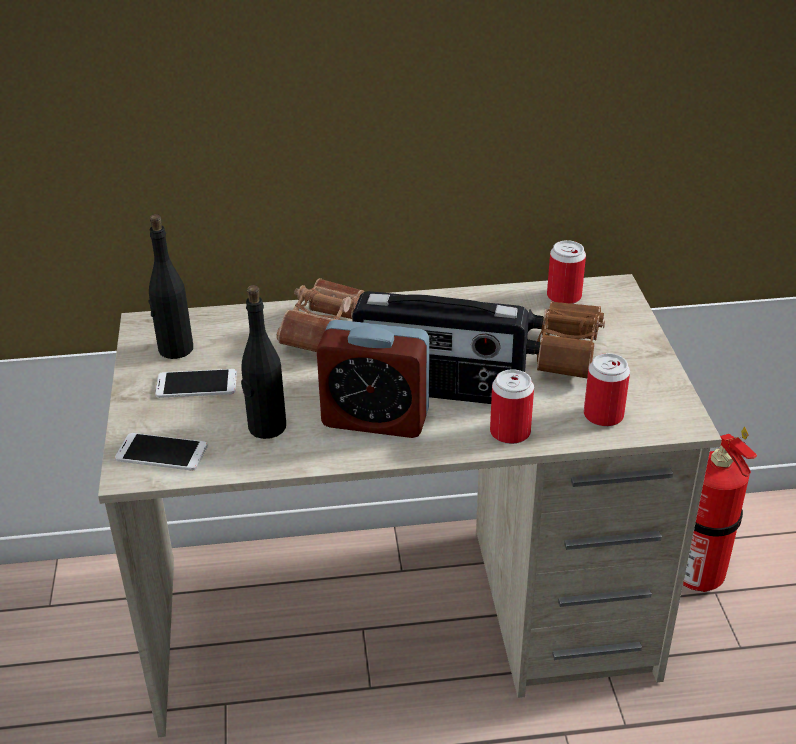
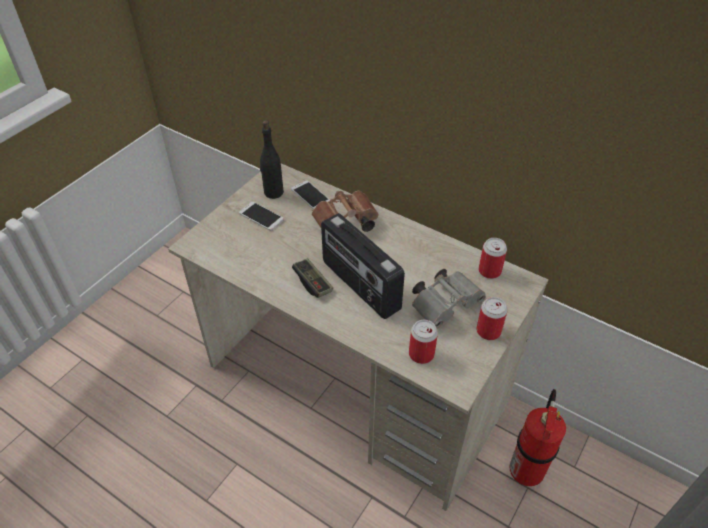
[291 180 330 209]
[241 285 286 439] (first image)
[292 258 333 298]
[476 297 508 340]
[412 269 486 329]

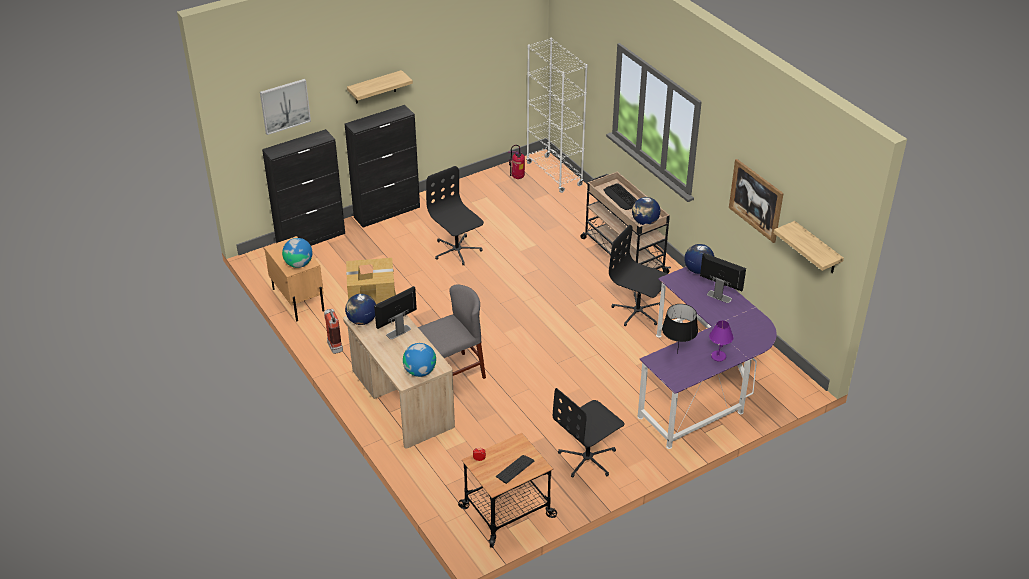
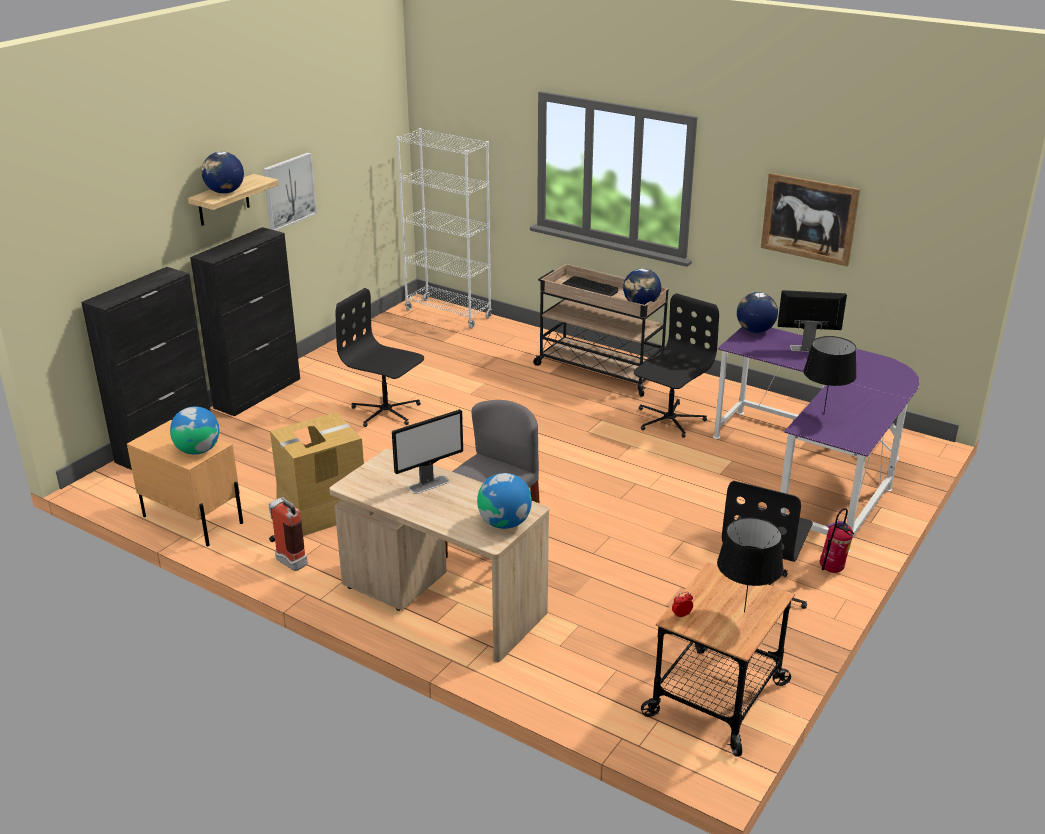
[263 153 317 231]
[201 152 244 194]
[392 409 463 494]
[717 517 783 612]
[820 508 854 573]
[634 293 719 438]
[709 320 733 362] (first image)
[774 221 844 273] (first image)

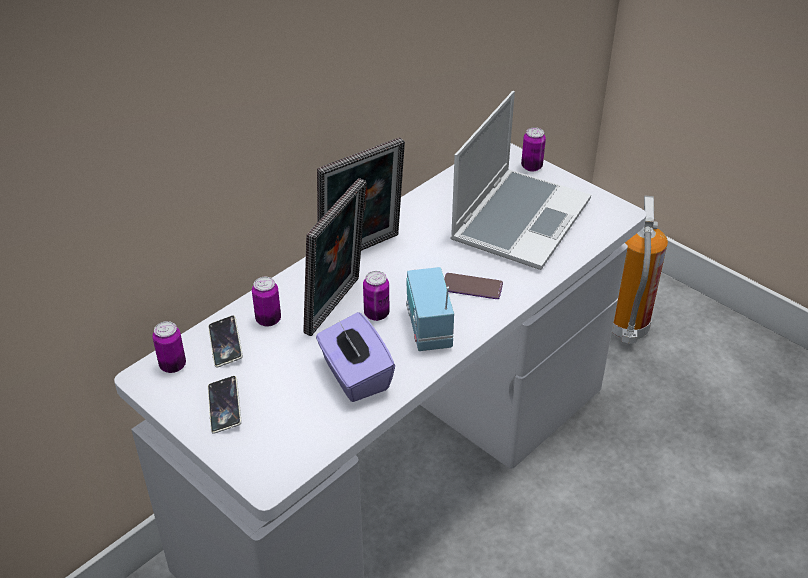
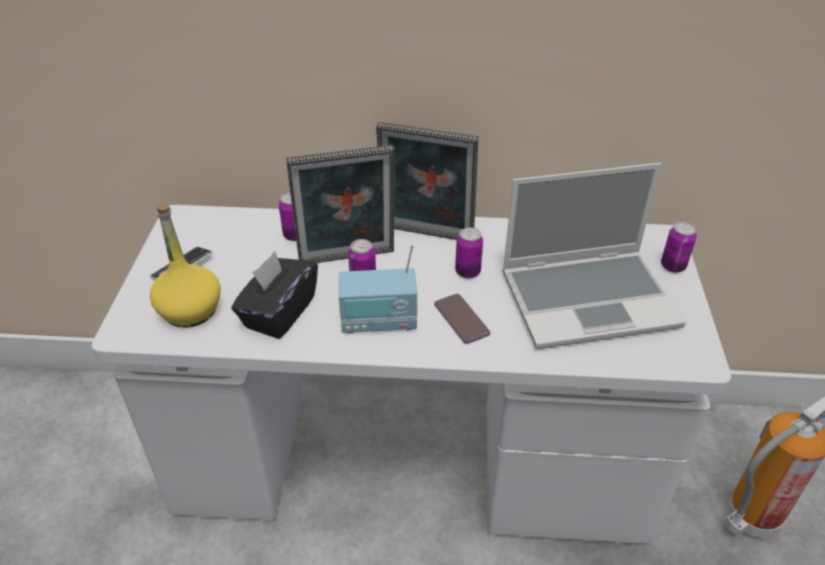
[455 227 483 279]
[208 315 243 368] (first image)
[231 251 318 339]
[339 245 417 334]
[150 203 221 328]

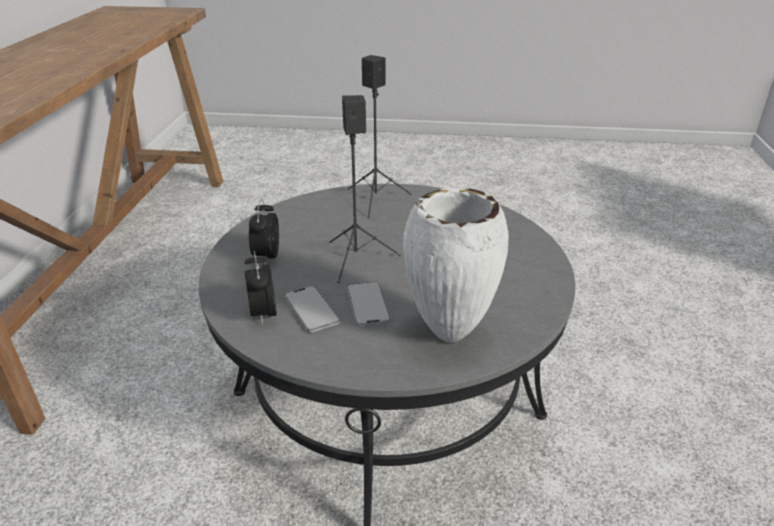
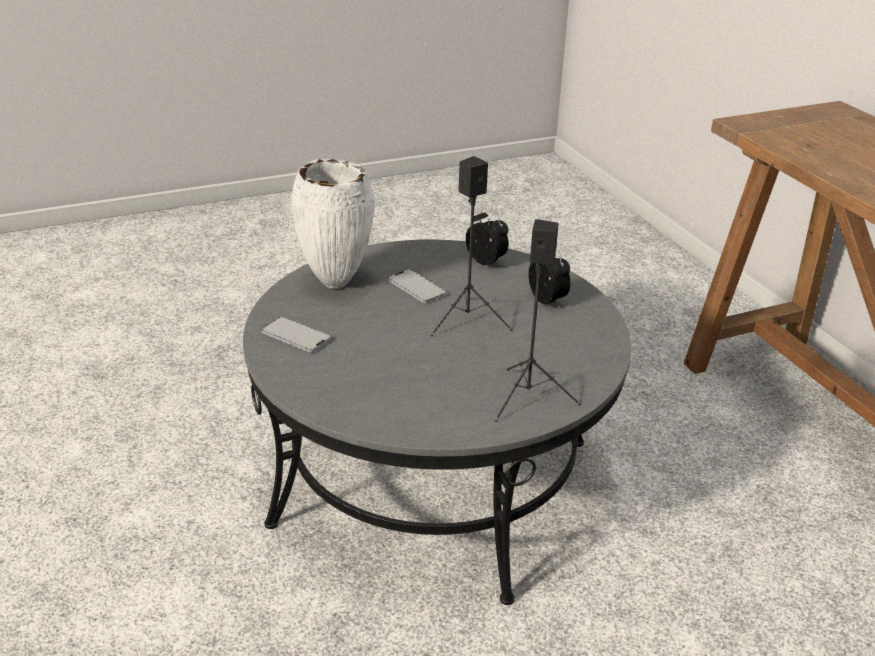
[261 317 331 353]

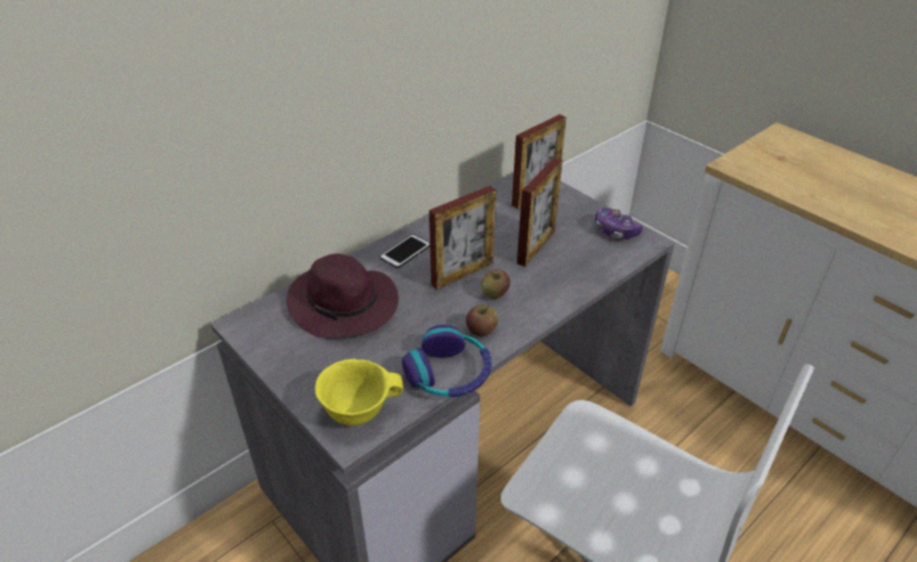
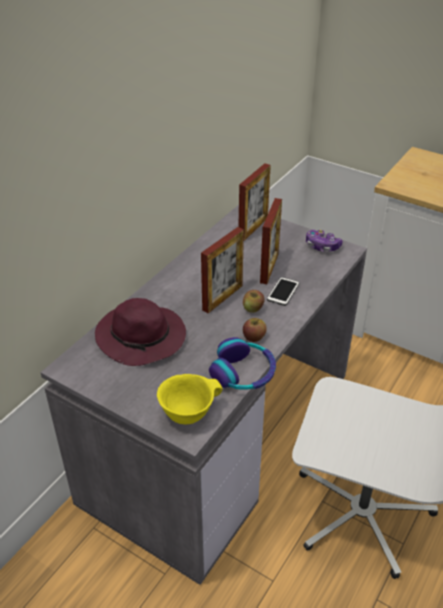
[267 277 300 306]

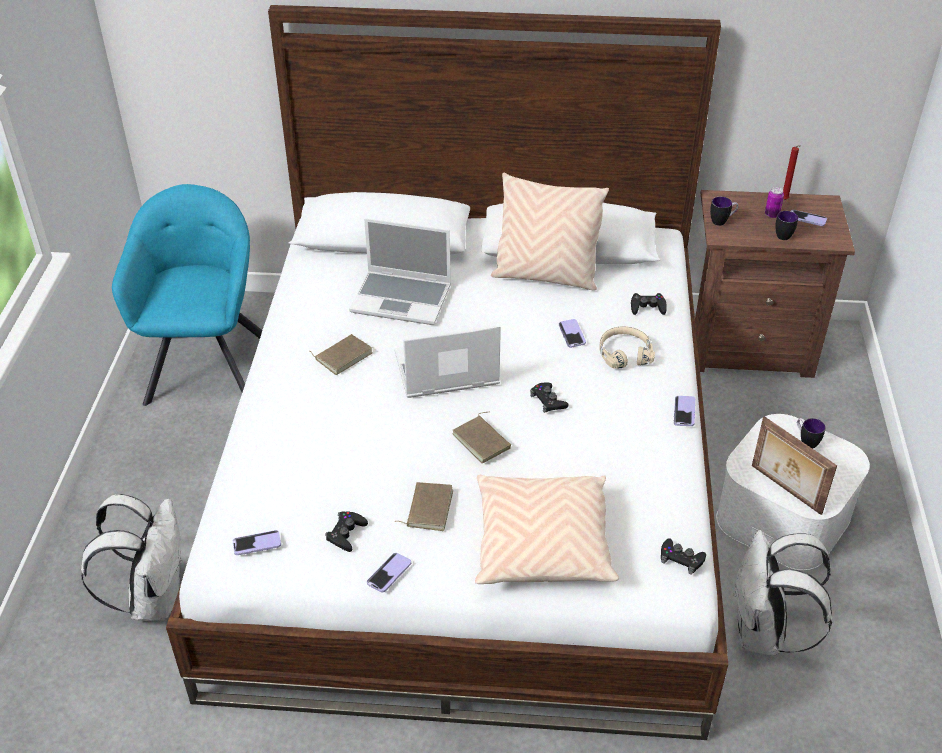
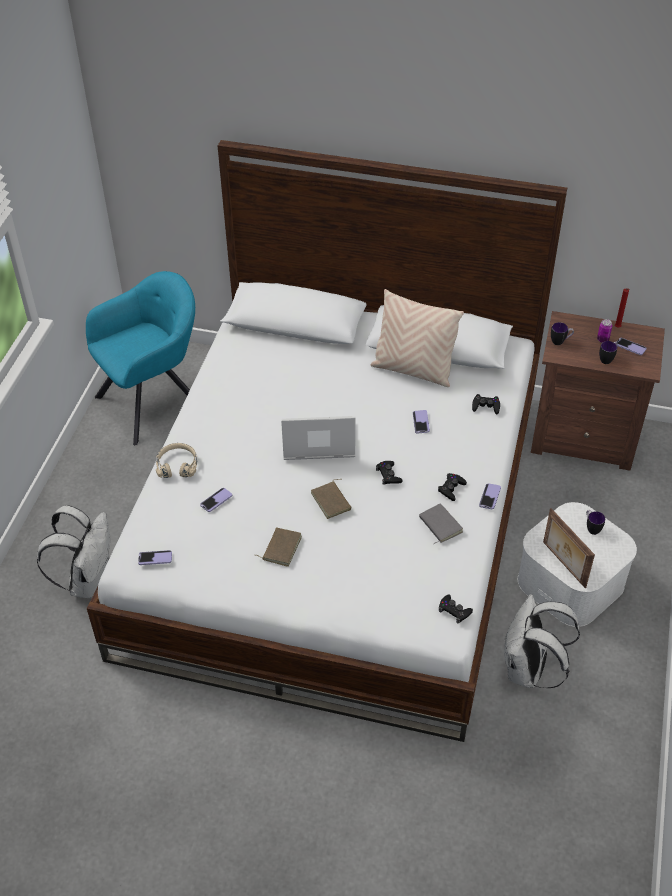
[86 271 195 445]
[310 334 372 375] (first image)
[438 473 467 501]
[349 218 451 325] (first image)
[200 488 232 512]
[475 475 619 584] (first image)
[156 443 197 478]
[419 503 463 545]

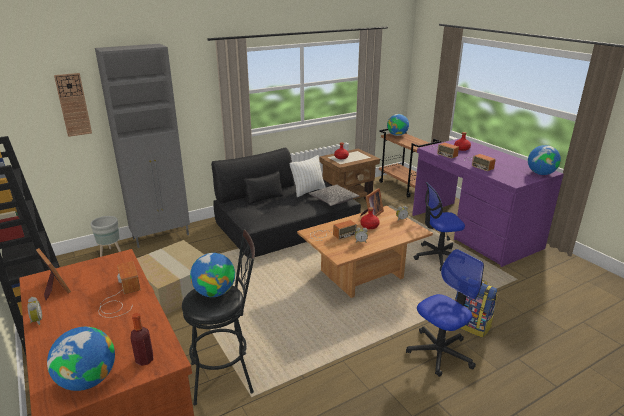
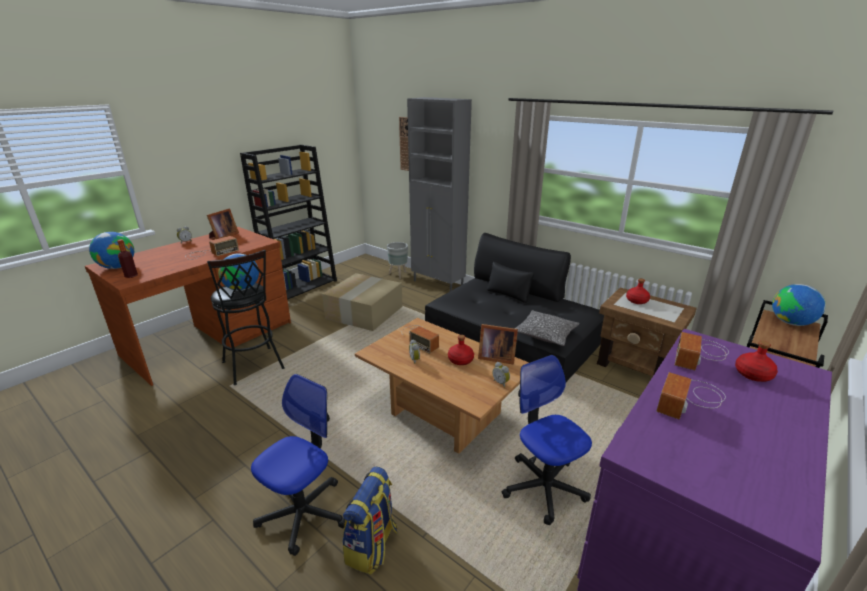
[290 155 326 197] (first image)
[251 374 345 556]
[528 145 561 175] (first image)

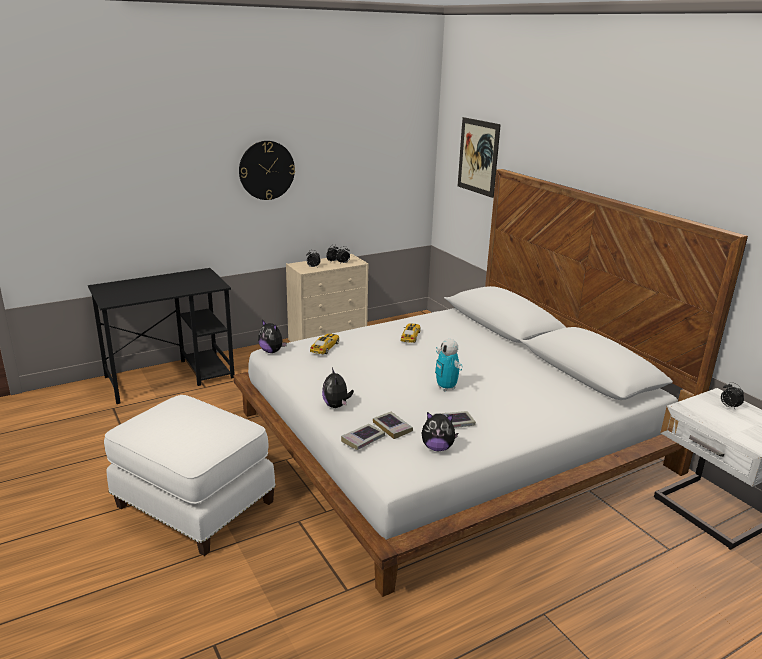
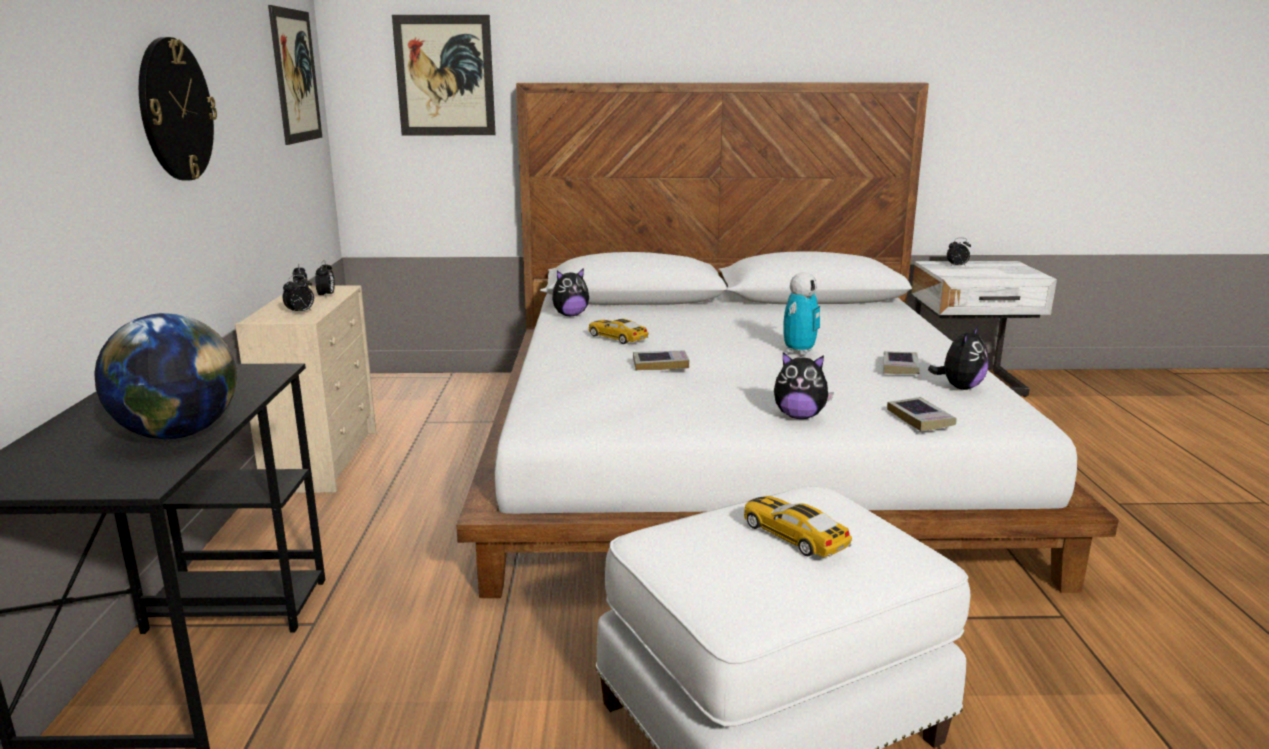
[552 268 589 316]
[744 496 852 557]
[633 350 689 370]
[783 272 820 355]
[94 313 237 439]
[268 5 322 145]

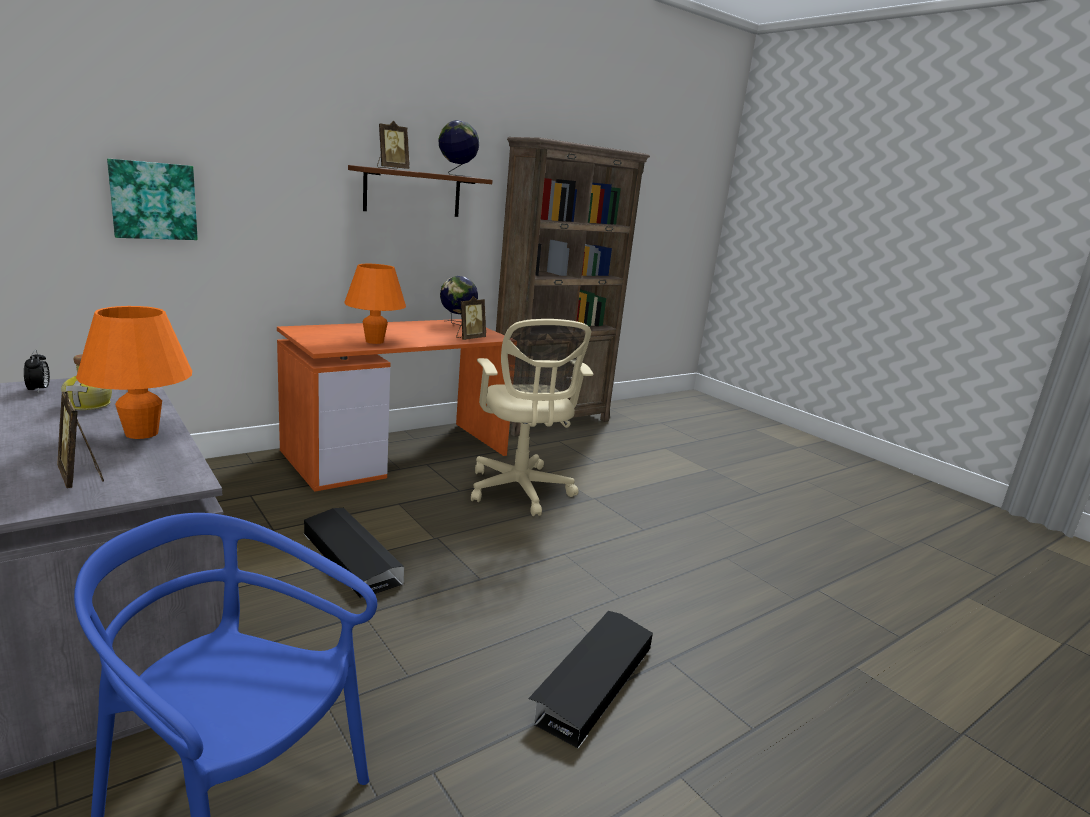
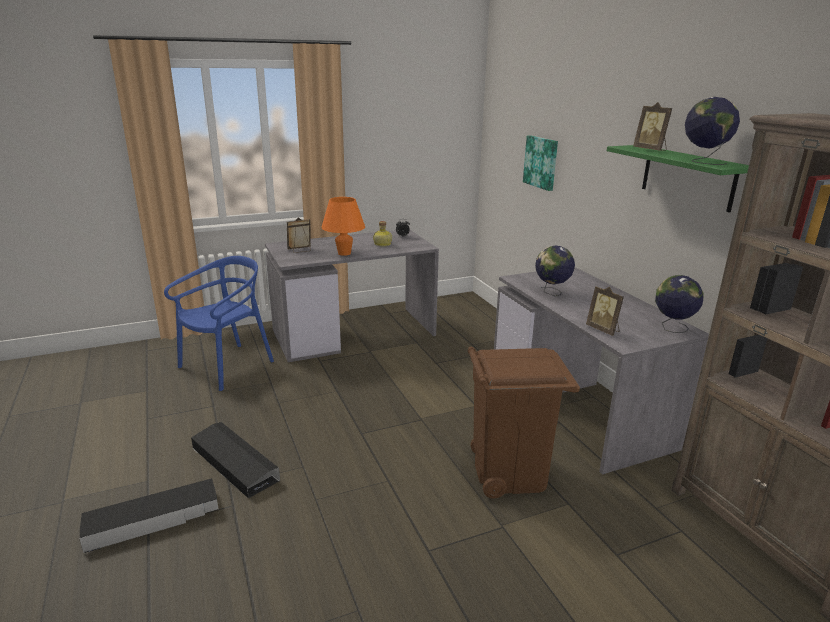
[494 267 709 475]
[79 478 218 553]
[535 246 575 296]
[607 145 749 213]
[468 347 580 499]

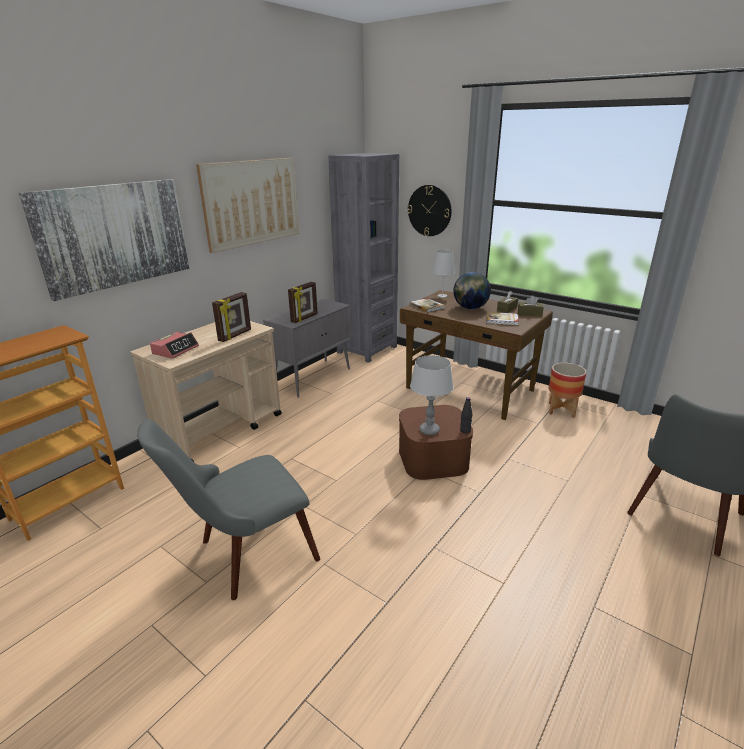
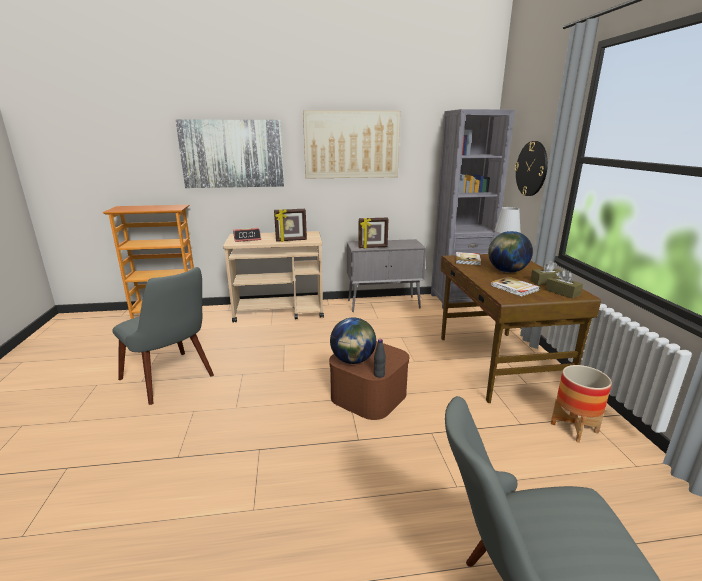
[112 267 214 405]
[330 317 376 364]

